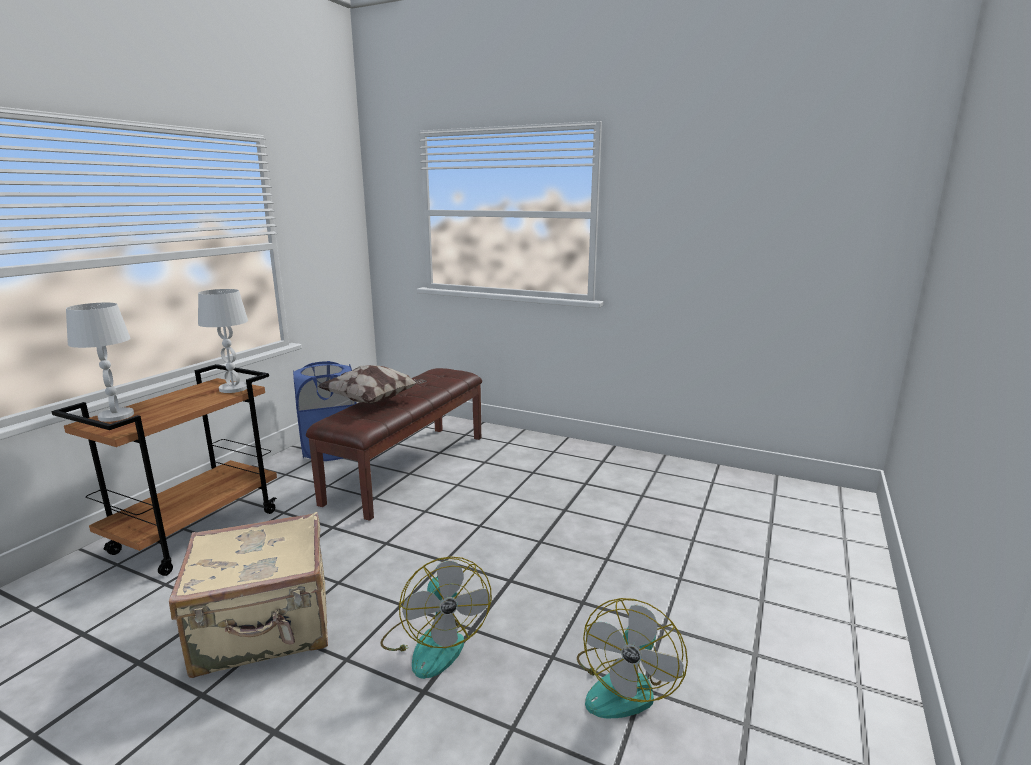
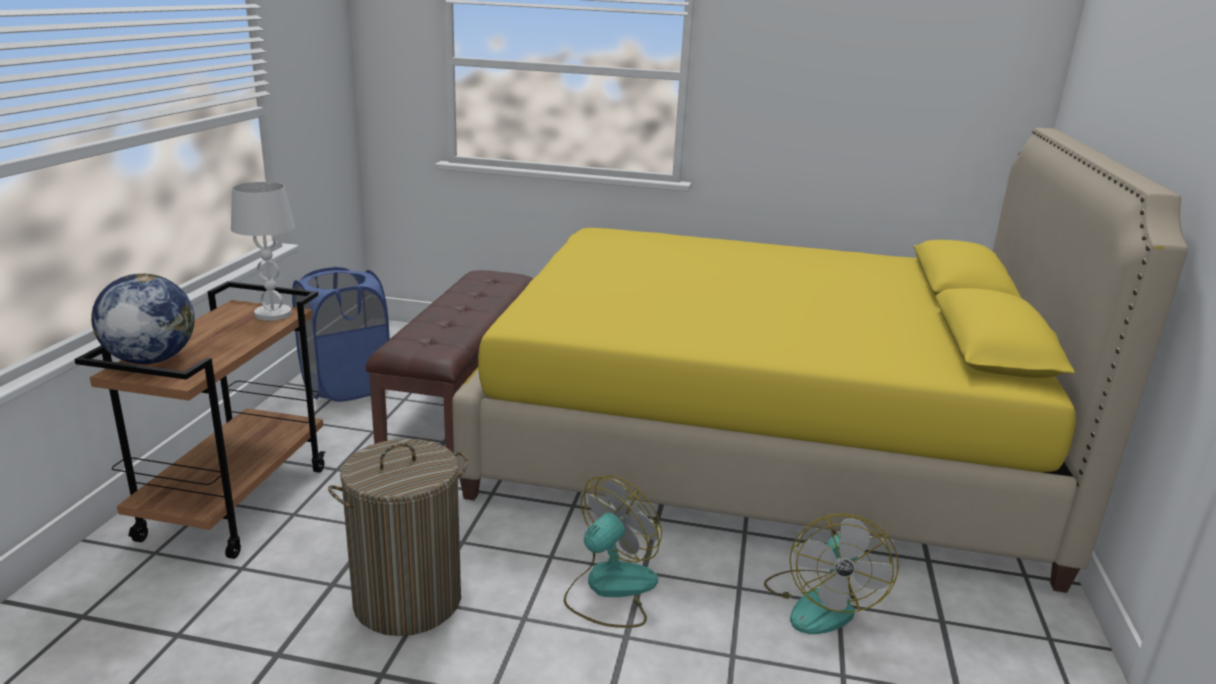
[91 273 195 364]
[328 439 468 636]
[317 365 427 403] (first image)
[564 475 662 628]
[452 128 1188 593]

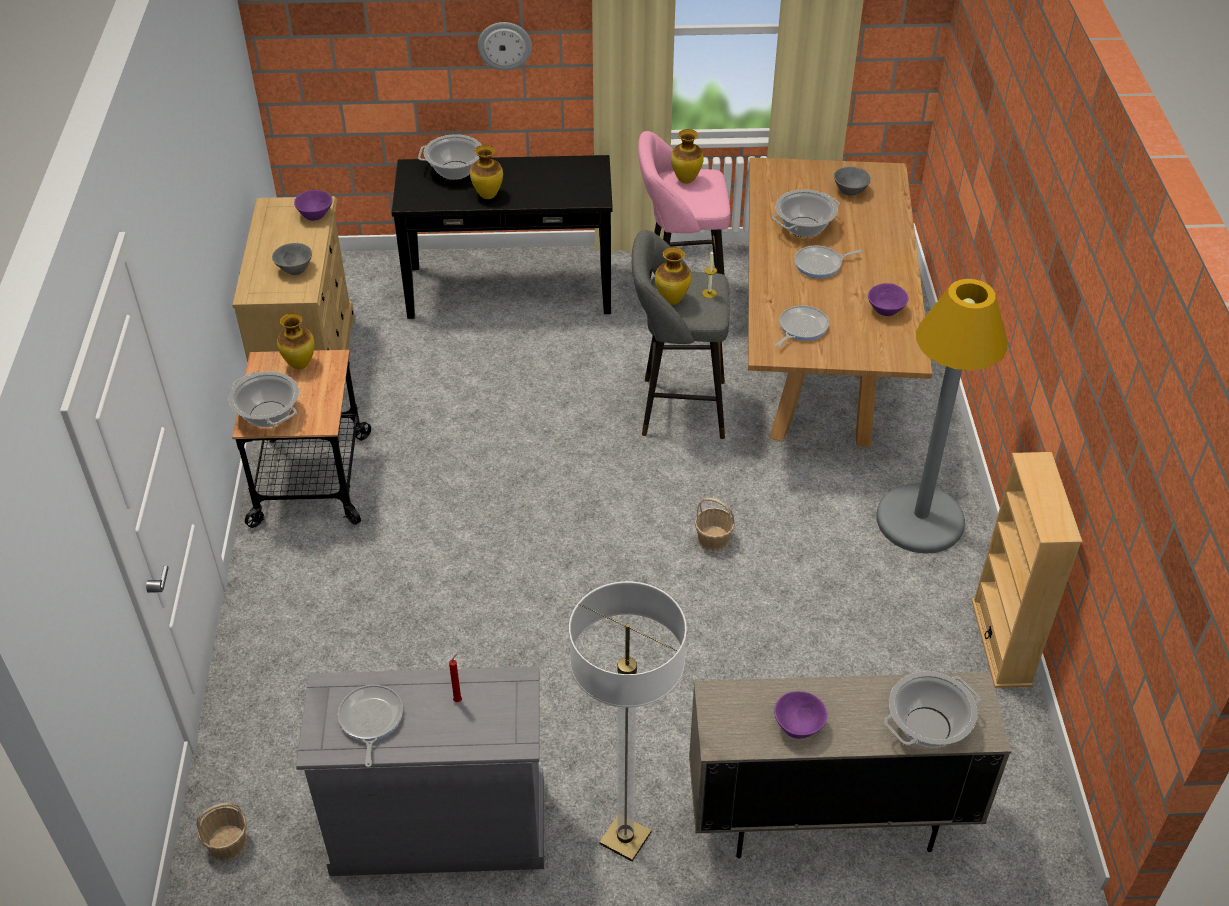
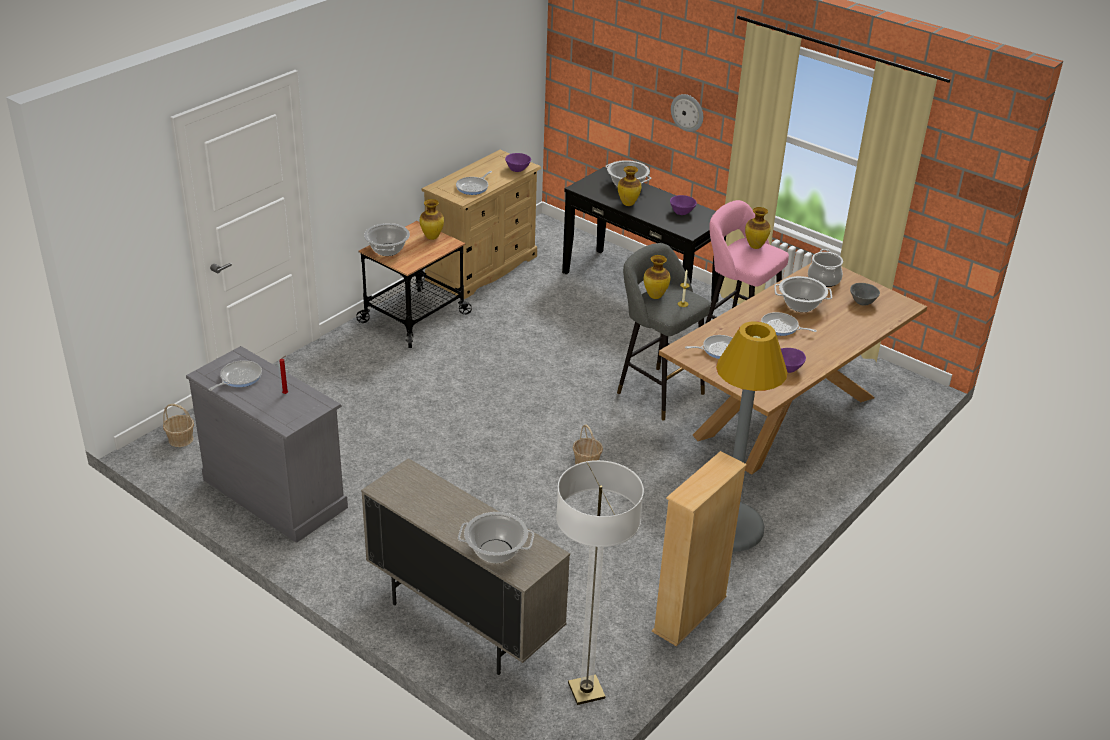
[456 171 492 195]
[556 460 644 705]
[670 195 697 215]
[808 249 843 287]

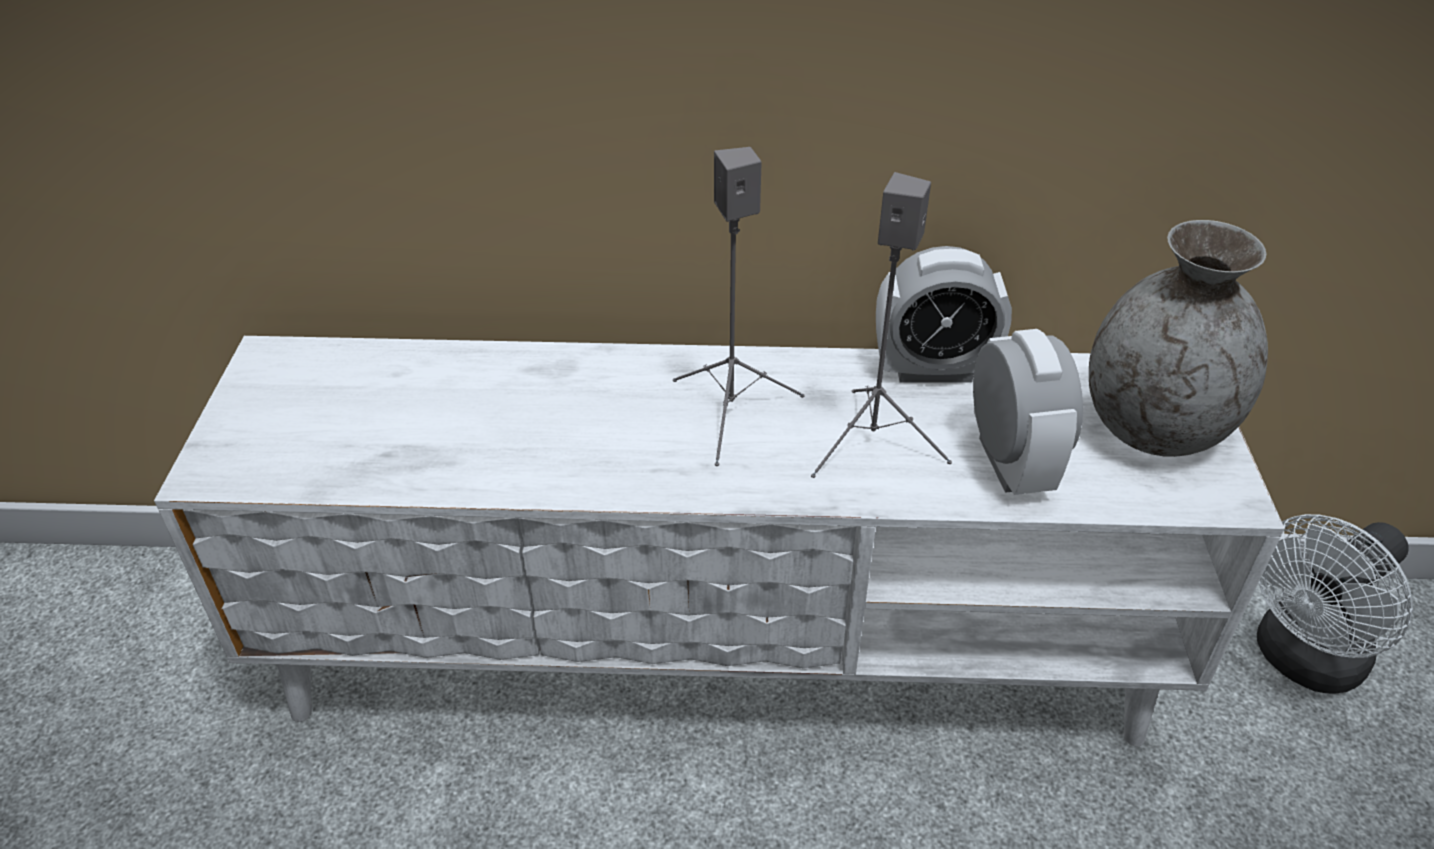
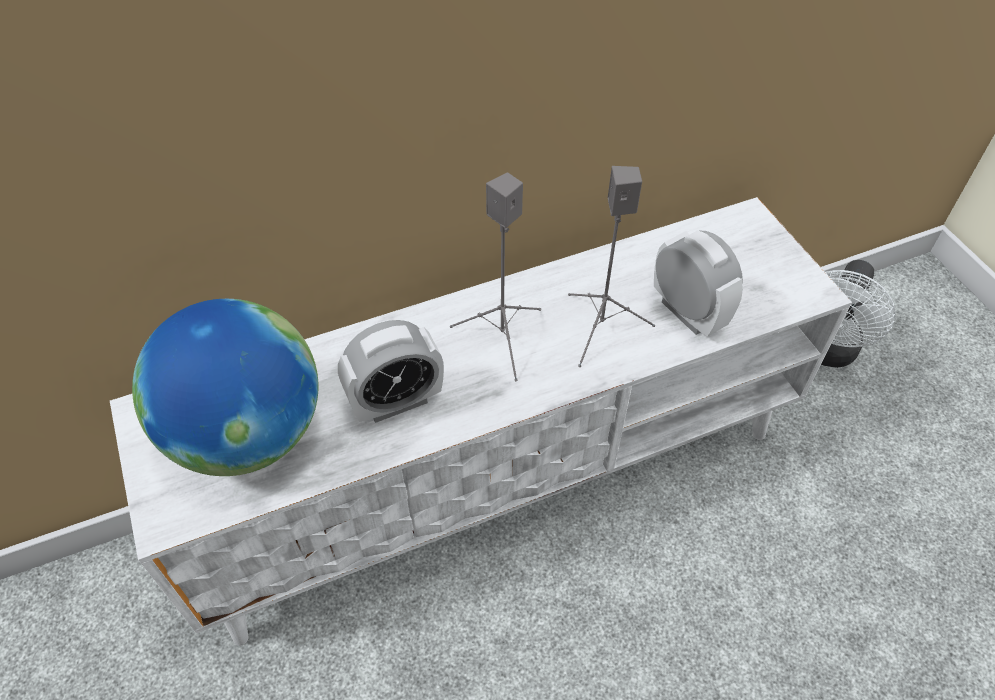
[338 320 444 423]
[1089 220 1268 457] (first image)
[132 299 318 476]

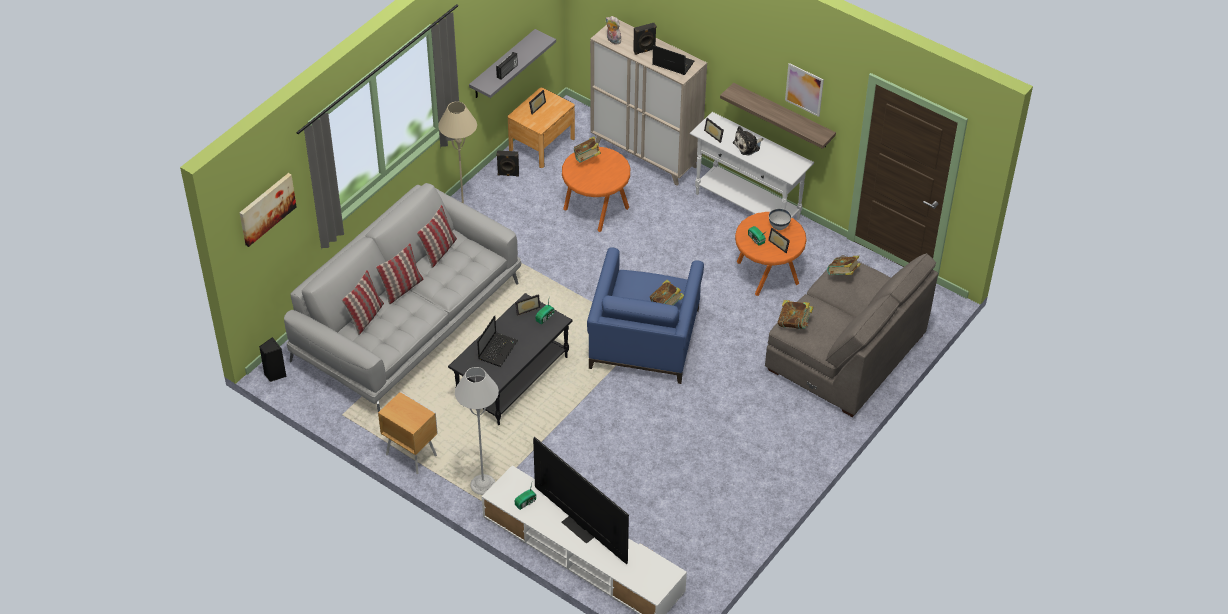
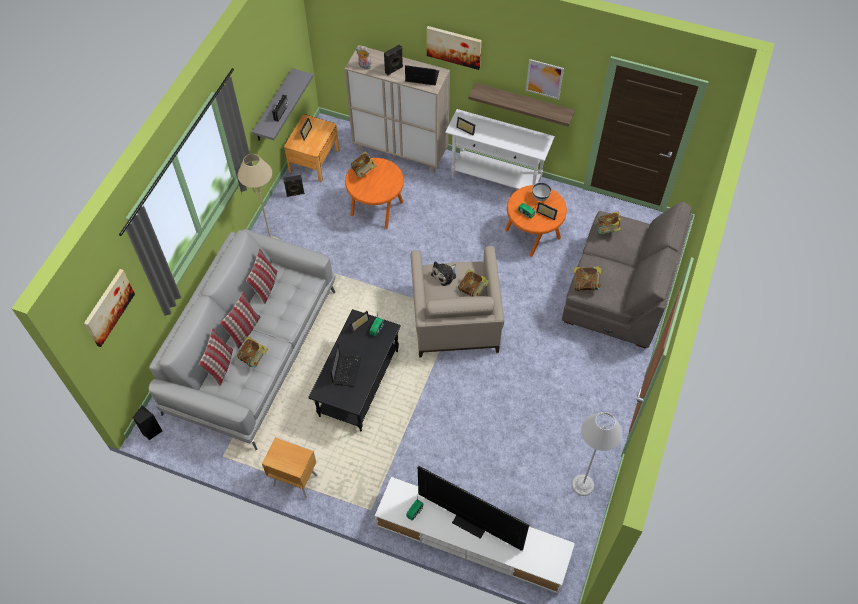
[572 412 622 496]
[410 246 504 357]
[431 261 456 286]
[237 336 268 368]
[427 26 482 70]

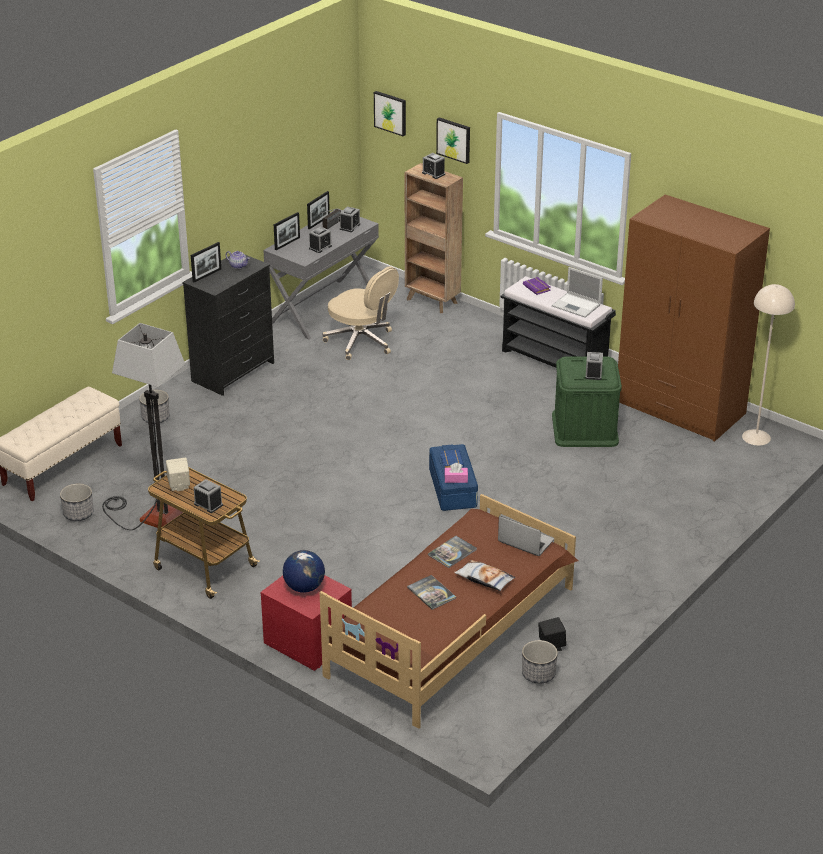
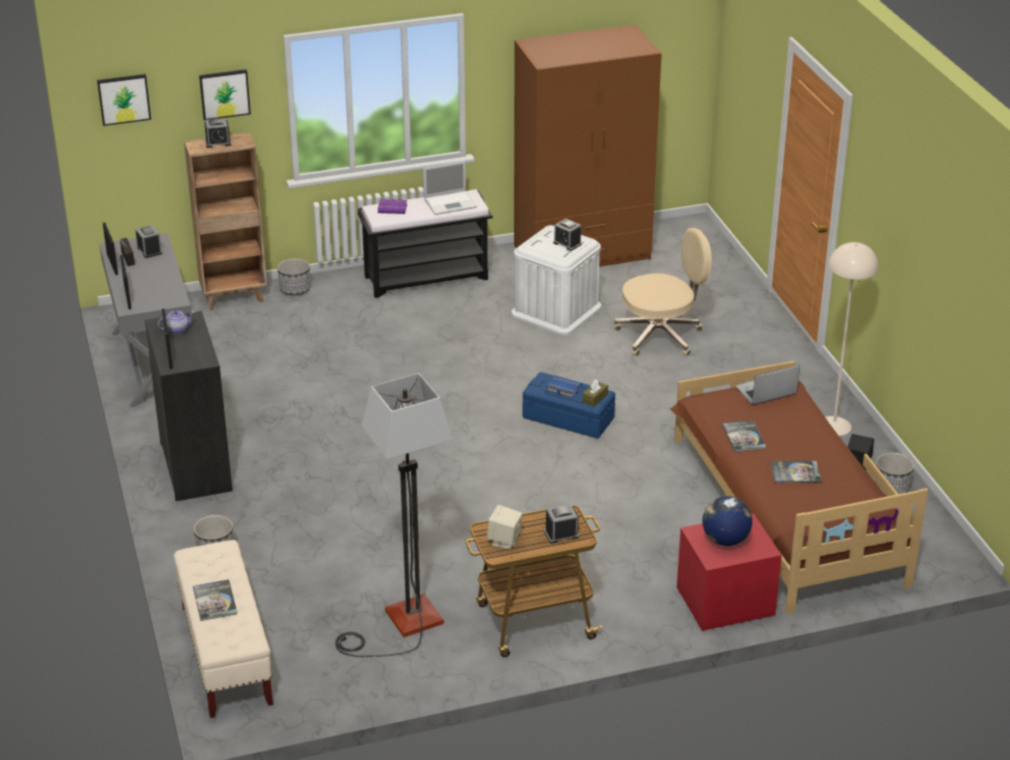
[277 258 310 295]
[309 226 332 253] (first image)
[614 228 712 356]
[582 379 608 407]
[454 560 515 591] (first image)
[511 225 601 335]
[825 242 878 436]
[193 579 237 621]

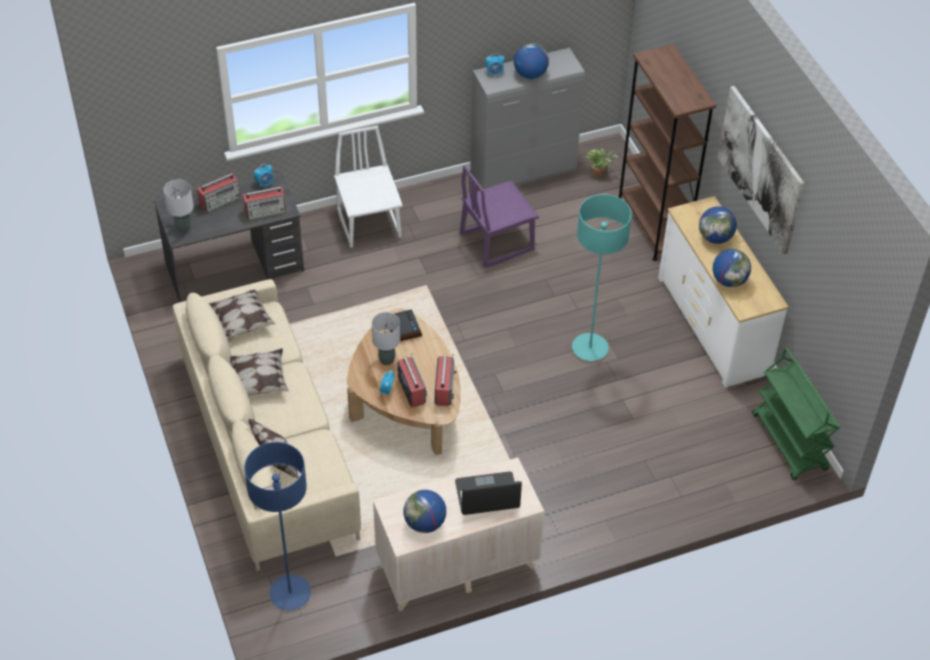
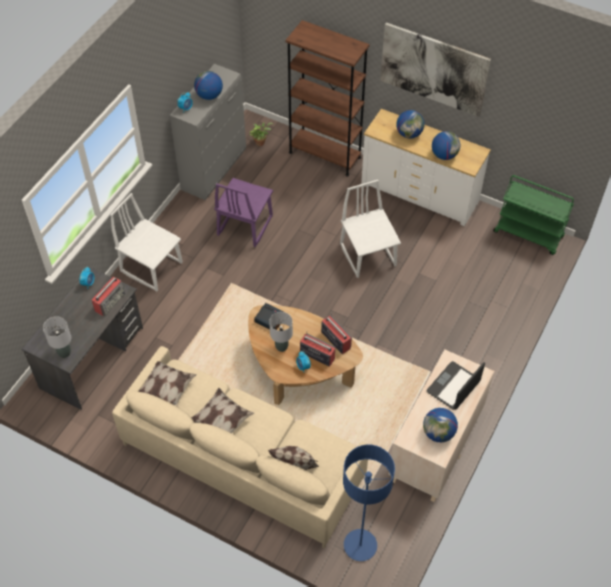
[197 173 240 212] (first image)
[340 180 401 278]

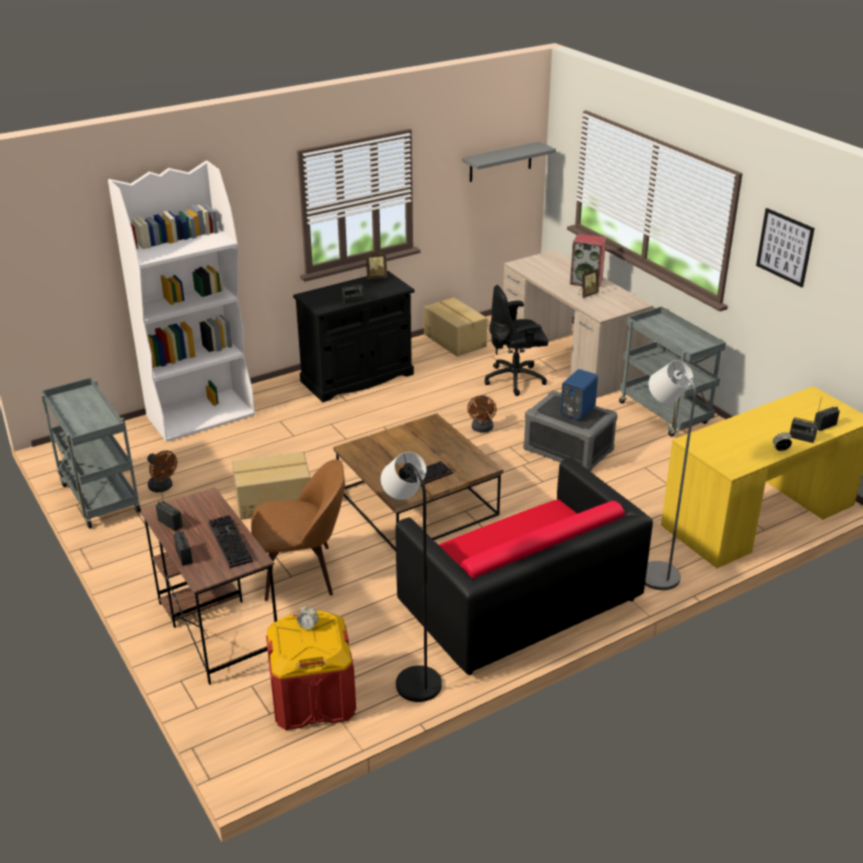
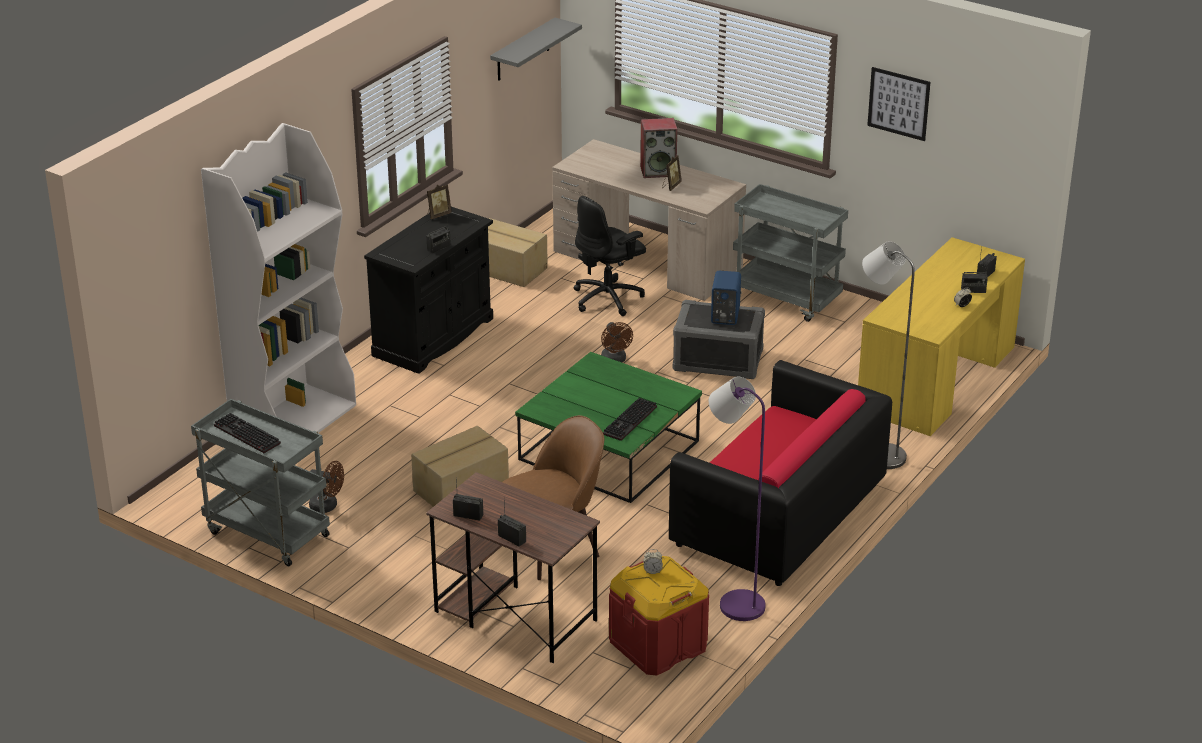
[214 413 281 453]
[515 352 702 503]
[709 377 766 621]

